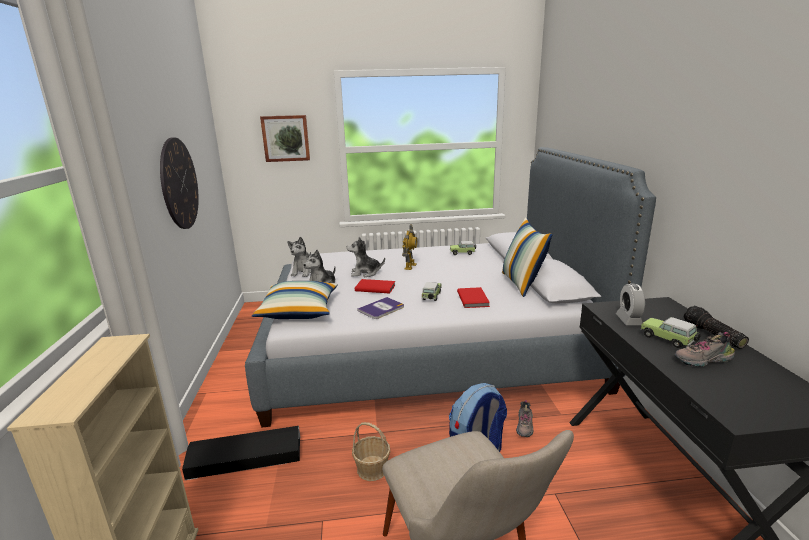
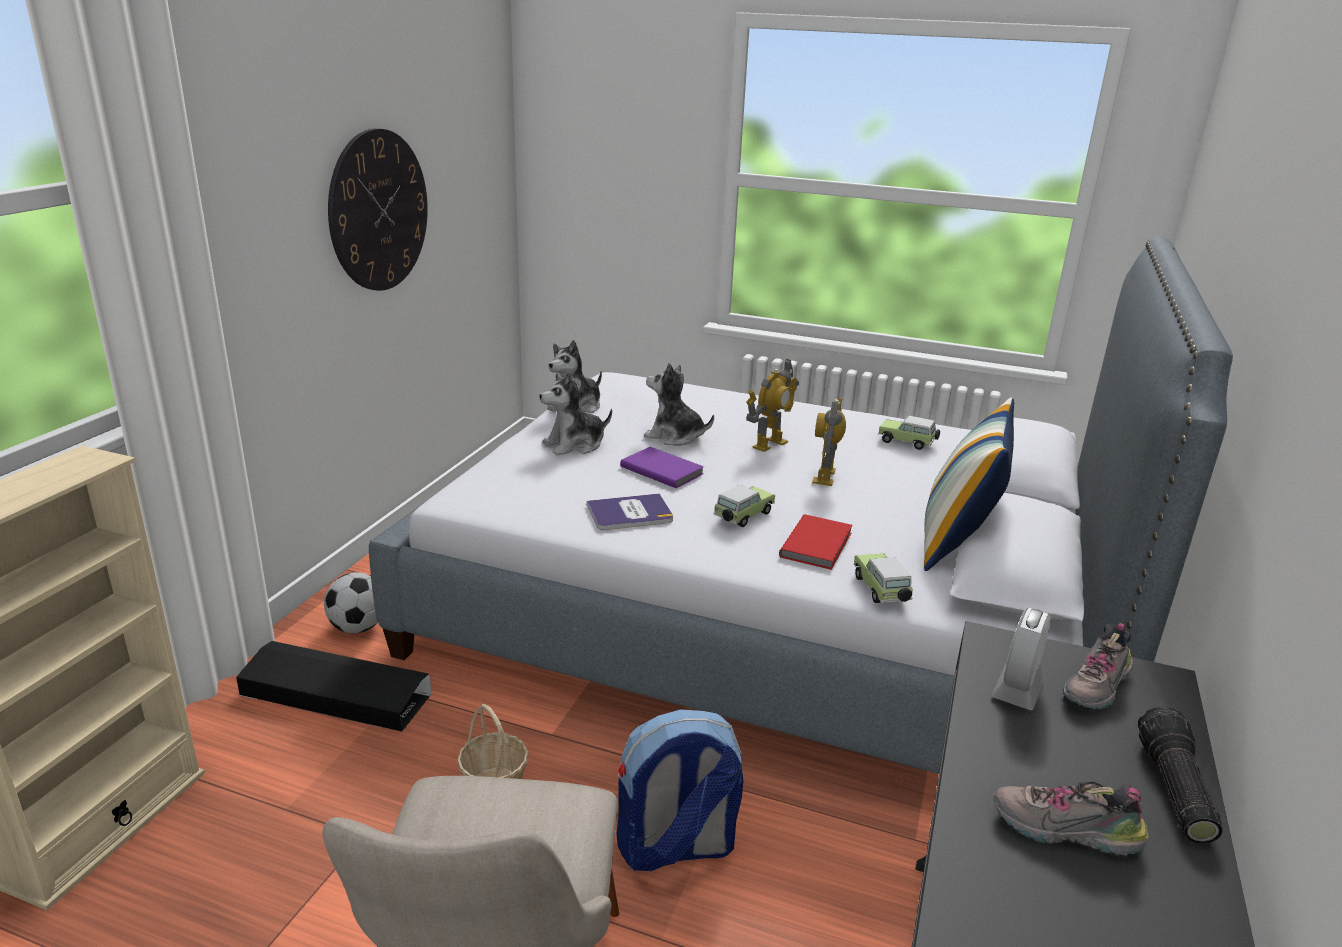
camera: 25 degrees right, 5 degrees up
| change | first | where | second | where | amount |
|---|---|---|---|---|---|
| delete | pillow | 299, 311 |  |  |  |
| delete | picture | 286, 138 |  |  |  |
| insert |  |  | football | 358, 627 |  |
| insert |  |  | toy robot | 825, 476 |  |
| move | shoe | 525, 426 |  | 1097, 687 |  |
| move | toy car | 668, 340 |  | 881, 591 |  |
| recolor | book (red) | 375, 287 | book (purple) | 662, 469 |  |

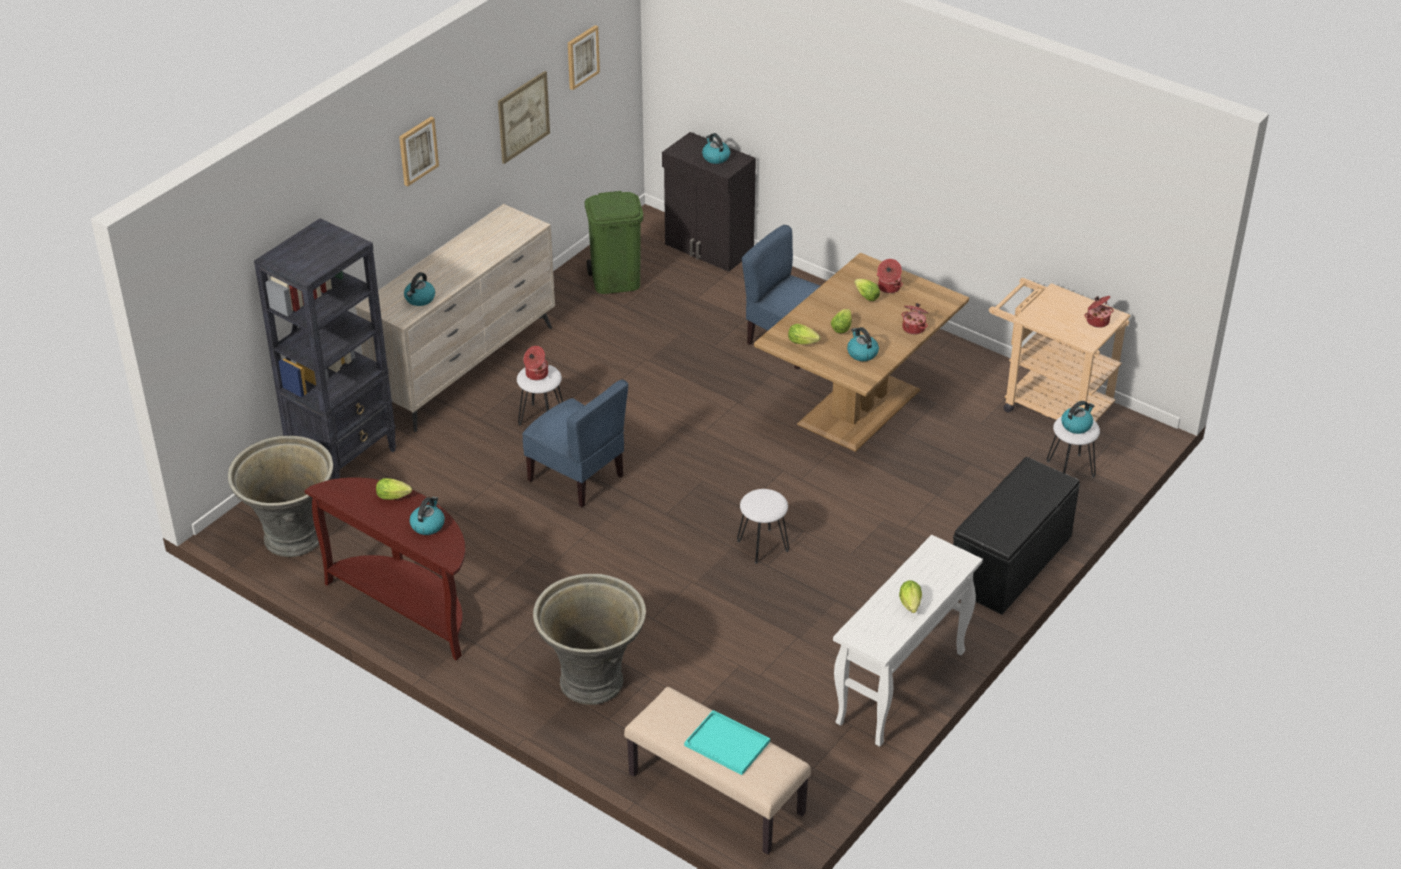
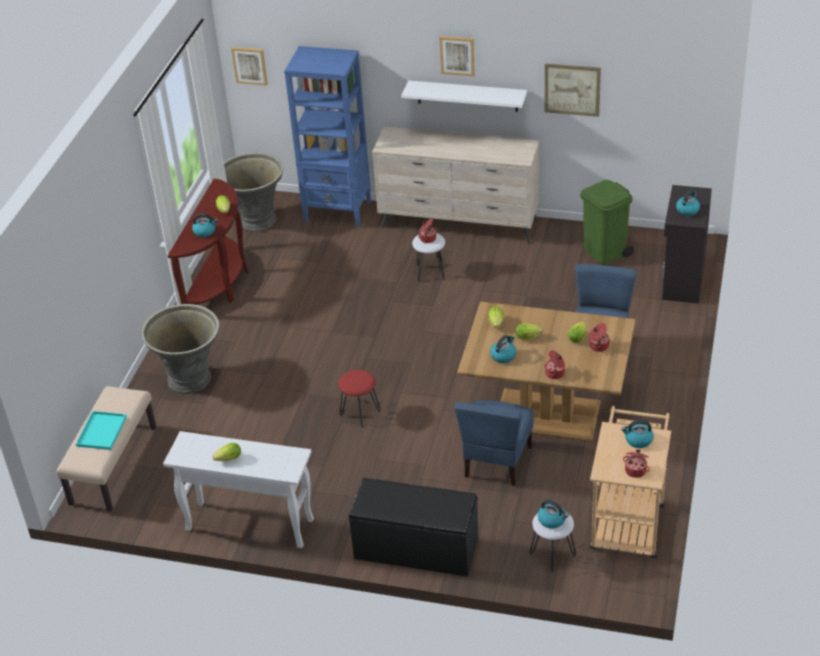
camera: 70 degrees right, 0 degrees up
| change | first | where | second | where | amount |
|---|---|---|---|---|---|
| insert |  |  | shelf (white) | 467, 96 |  |
| move | kettle | 420, 299 |  | 638, 440 |  |
| move | chair (blue) | 577, 477 |  | 496, 462 |  |
| move | picture | 582, 57 |  | 250, 65 |  |
| recolor | bookcase (black) | 344, 459 | bookcase (blue) | 338, 212 |  |
| recolor | stool (white) | 762, 546 | stool (red) | 359, 413 |  |

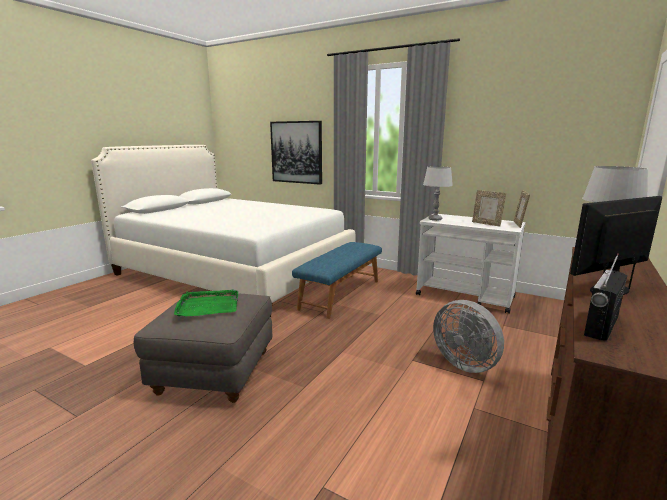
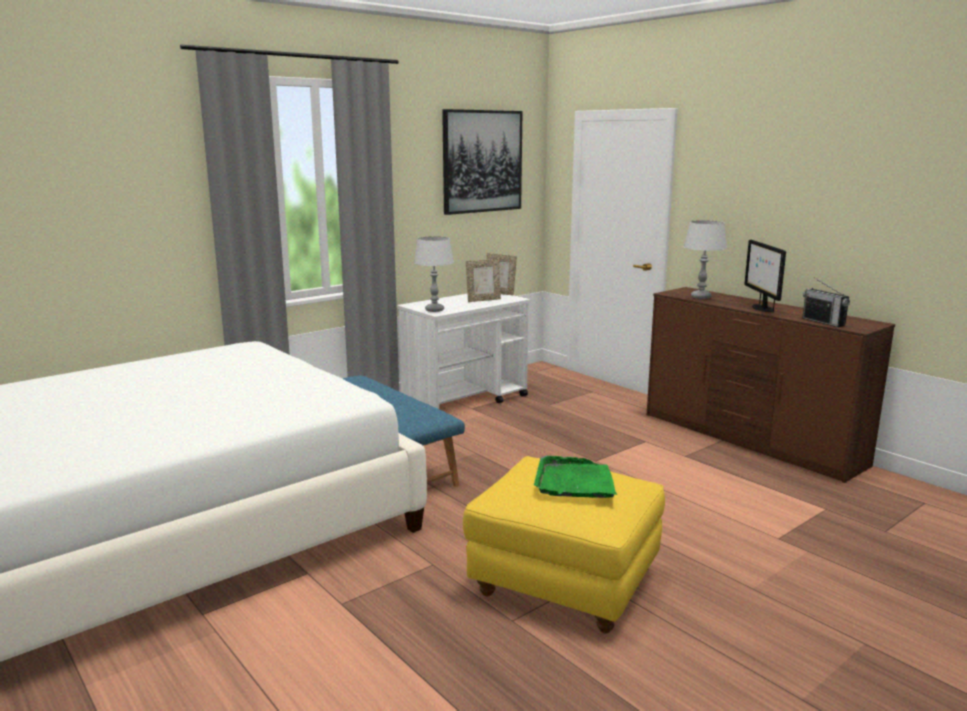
camera: 70 degrees left, 0 degrees up
| change | first | where | second | where | amount |
|---|---|---|---|---|---|
| delete | fan (grey) | 466, 363 |  |  |  |
| move | picture | 296, 152 |  | 482, 161 |  |
| recolor | ottoman (grey) | 214, 372 | ottoman (yellow) | 564, 584 |  |

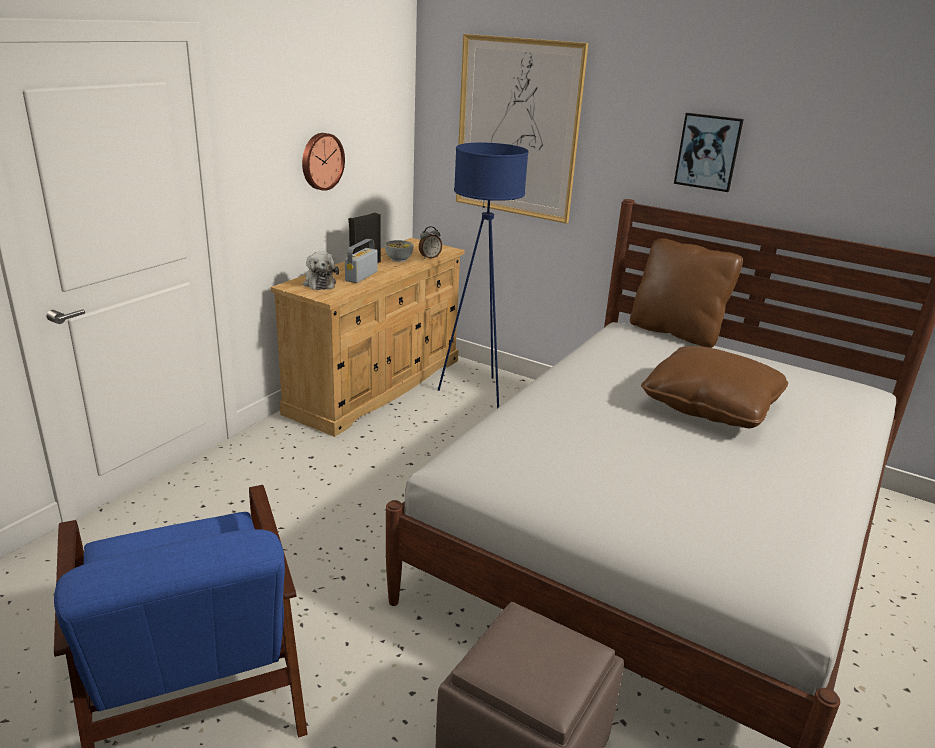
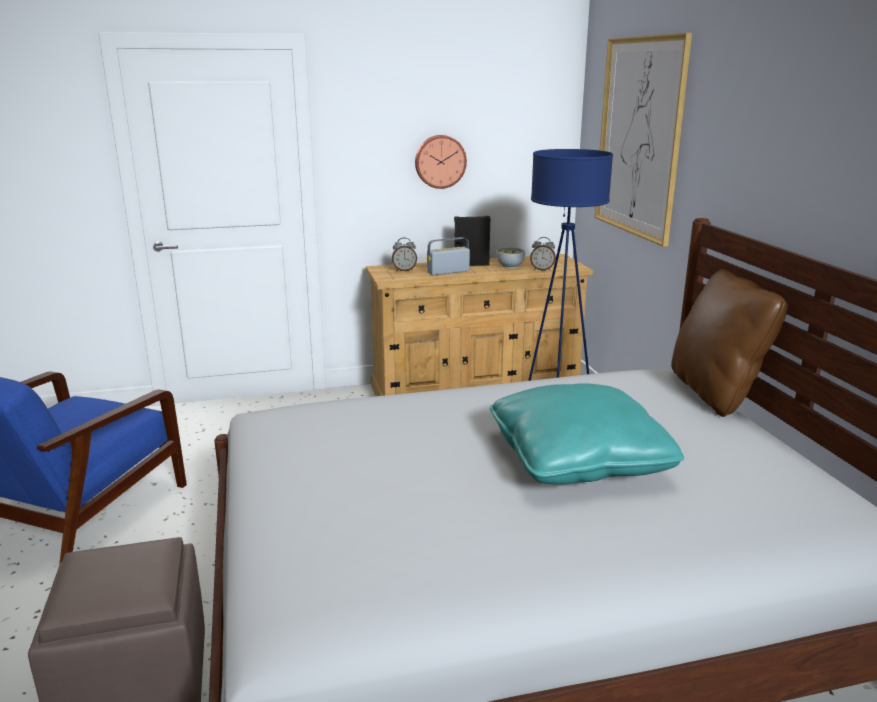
camera: 45 degrees right, 5 degrees down
| change | first | where | second | where | amount |
|---|---|---|---|---|---|
| delete | picture | 708, 152 |  |  |  |
| replace | plush toy | 319, 283 | alarm clock | 404, 270 |  |
| recolor | pillow (brown) | 710, 406 | pillow (turquoise) | 578, 459 |  |

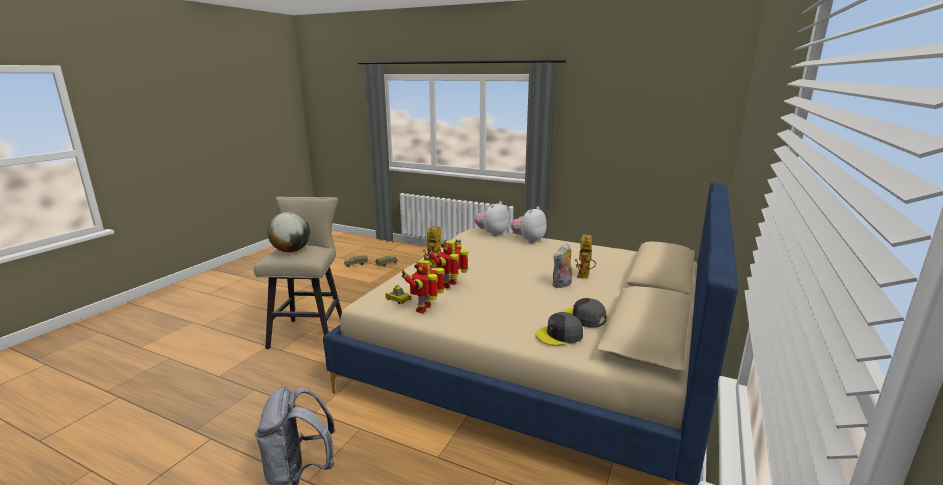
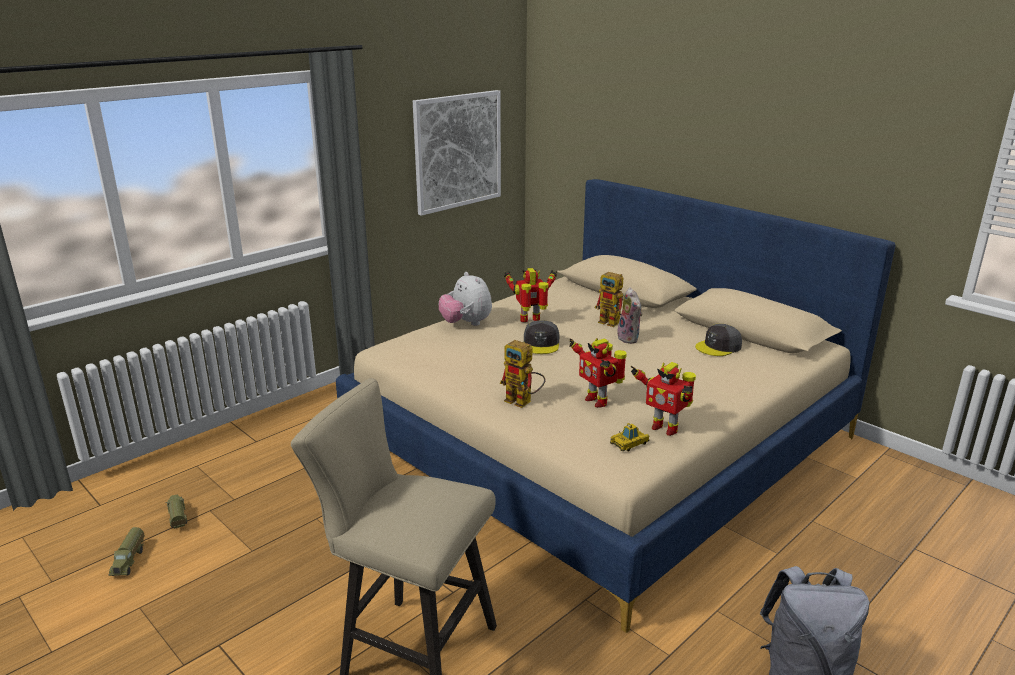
camera: 70 degrees left, 5 degrees up
| change | first | where | second | where | amount |
|---|---|---|---|---|---|
| delete | globe | 291, 251 |  |  |  |
| delete | plush toy | 492, 234 |  |  |  |
| insert |  |  | picture | 458, 151 |  |
| insert |  |  | toy robot | 531, 320 |  |
| move | cap (grey) | 559, 335 |  | 541, 344 |  |

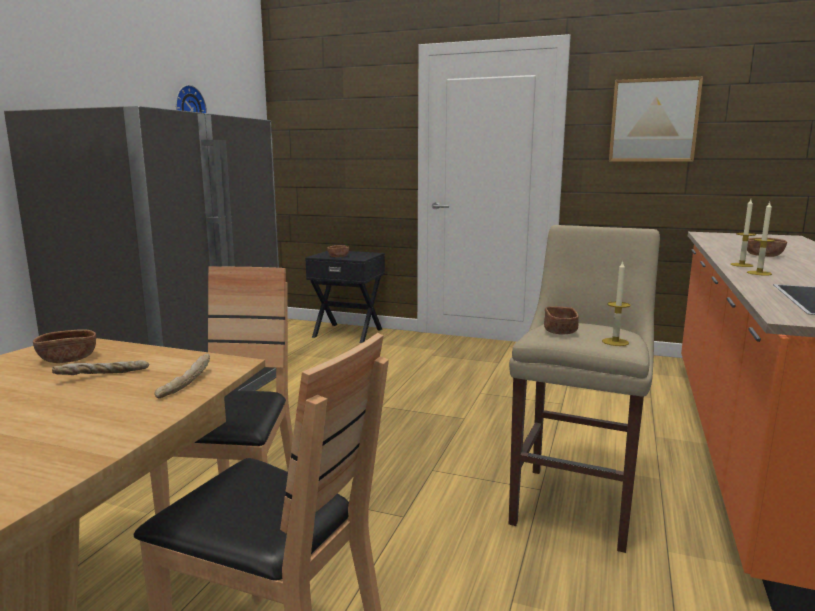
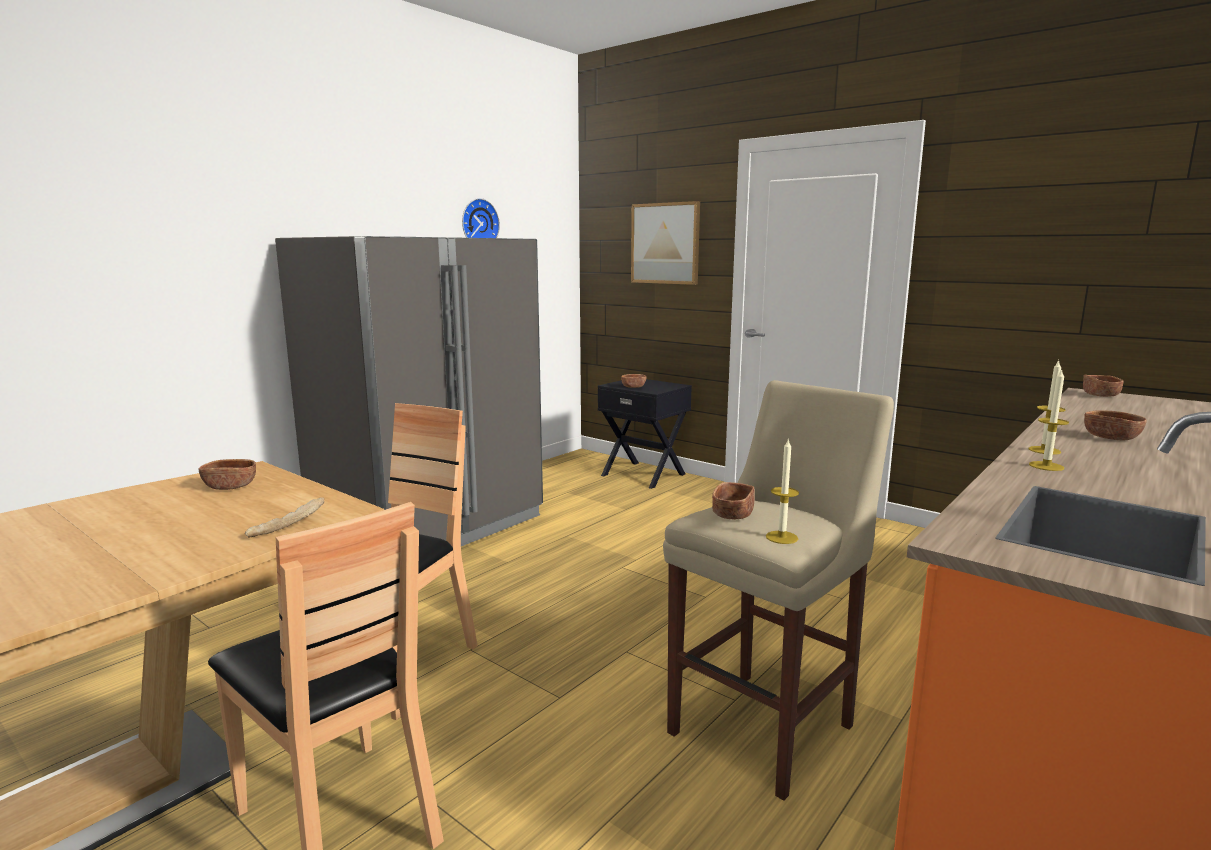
camera: 20 degrees right, 0 degrees up
| change | first | where | second | where | amount |
|---|---|---|---|---|---|
| delete | bread | 103, 376 |  |  |  |
| insert |  |  | bowl (brown) | 1100, 395 |  |
| move | picture | 653, 120 |  | 665, 243 |  |

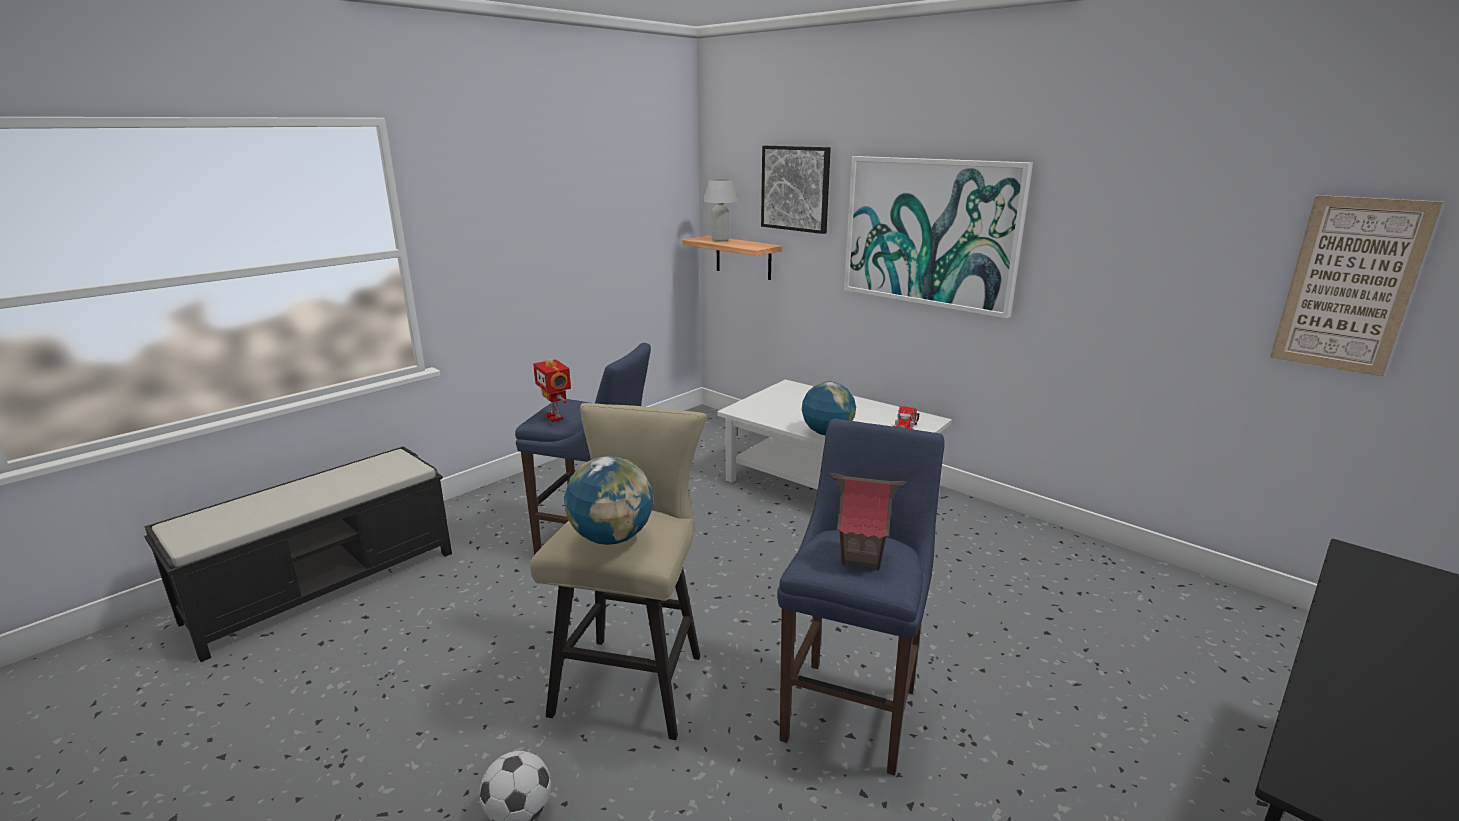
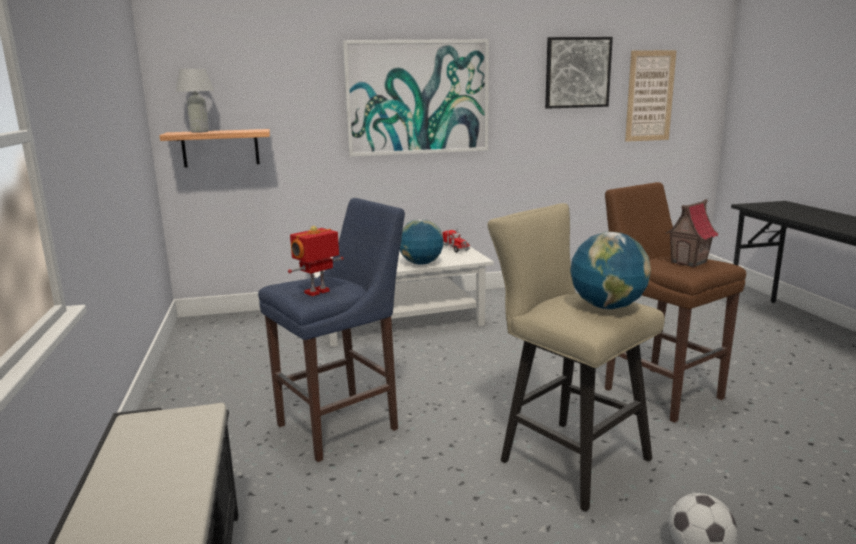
camera: 55 degrees left, 5 degrees down
| change | first | where | second | where | amount |
|---|---|---|---|---|---|
| move | picture | 795, 188 |  | 577, 72 |  |
| recolor | stool (blue) | 852, 708 | stool (brown) | 658, 391 |  |
| rotate | toy robot | 555, 417 |  | 318, 292 | 135 degrees clockwise |

